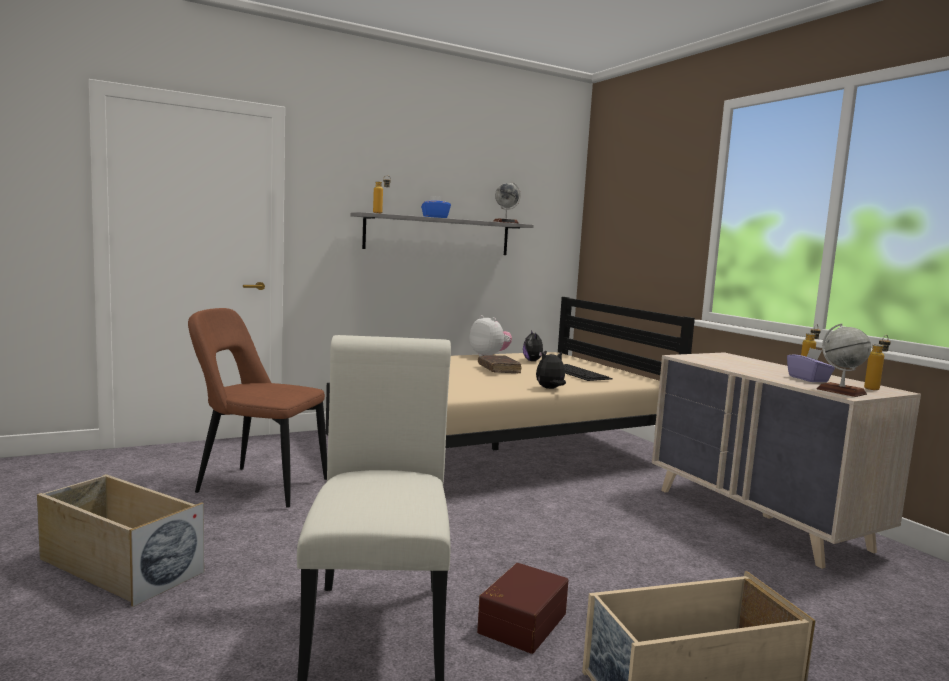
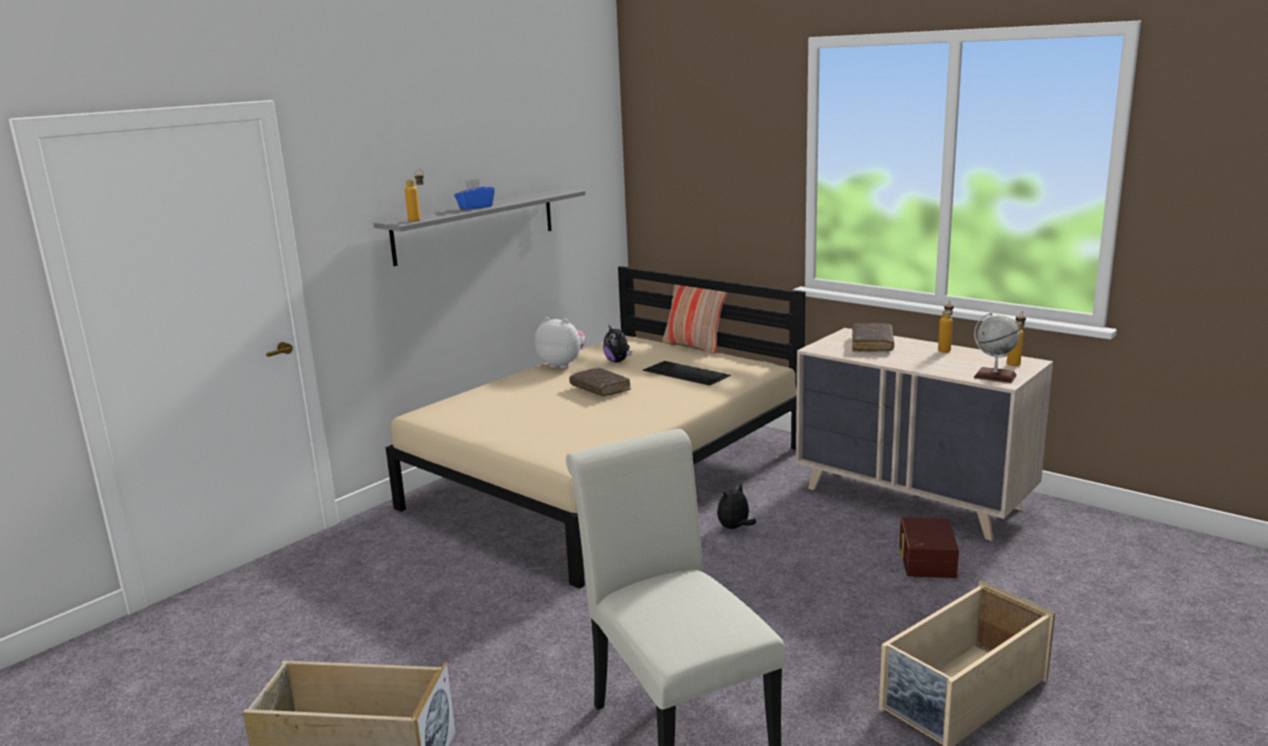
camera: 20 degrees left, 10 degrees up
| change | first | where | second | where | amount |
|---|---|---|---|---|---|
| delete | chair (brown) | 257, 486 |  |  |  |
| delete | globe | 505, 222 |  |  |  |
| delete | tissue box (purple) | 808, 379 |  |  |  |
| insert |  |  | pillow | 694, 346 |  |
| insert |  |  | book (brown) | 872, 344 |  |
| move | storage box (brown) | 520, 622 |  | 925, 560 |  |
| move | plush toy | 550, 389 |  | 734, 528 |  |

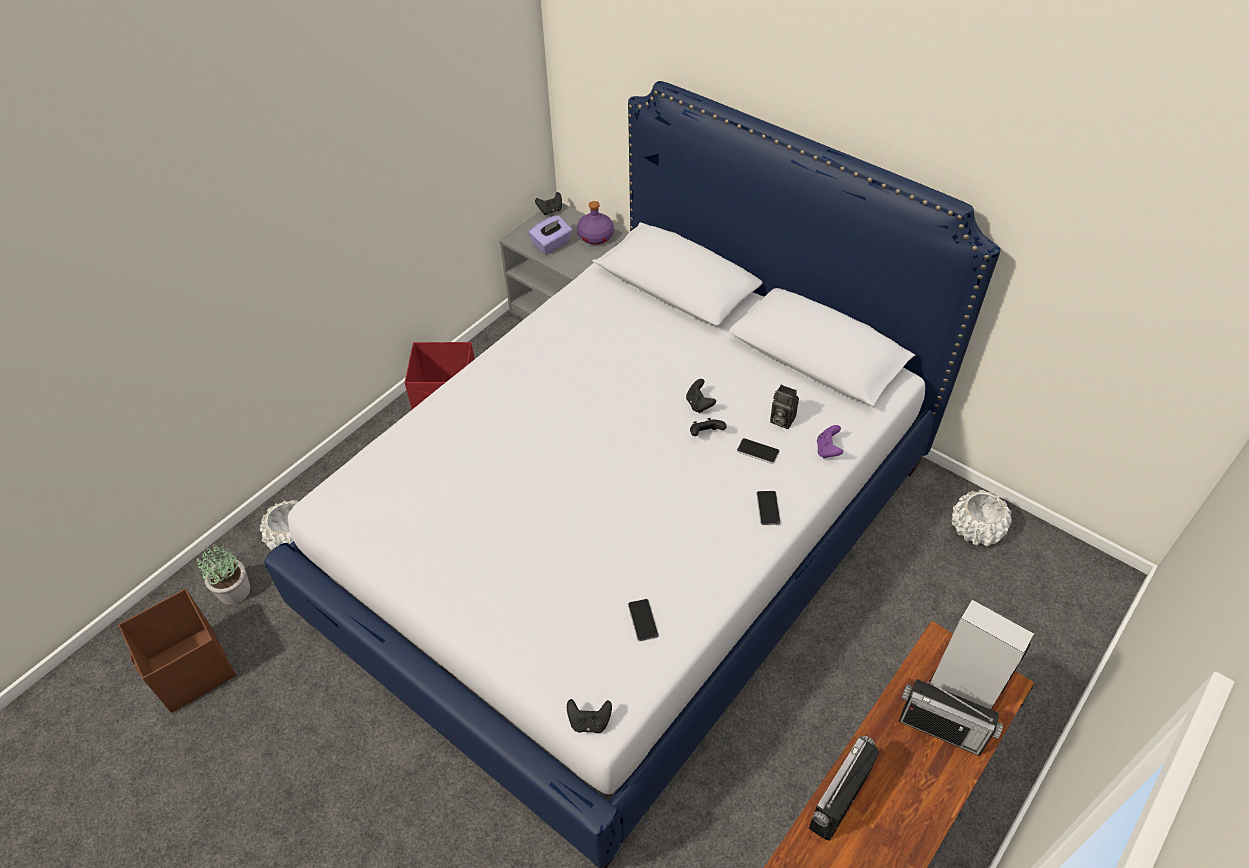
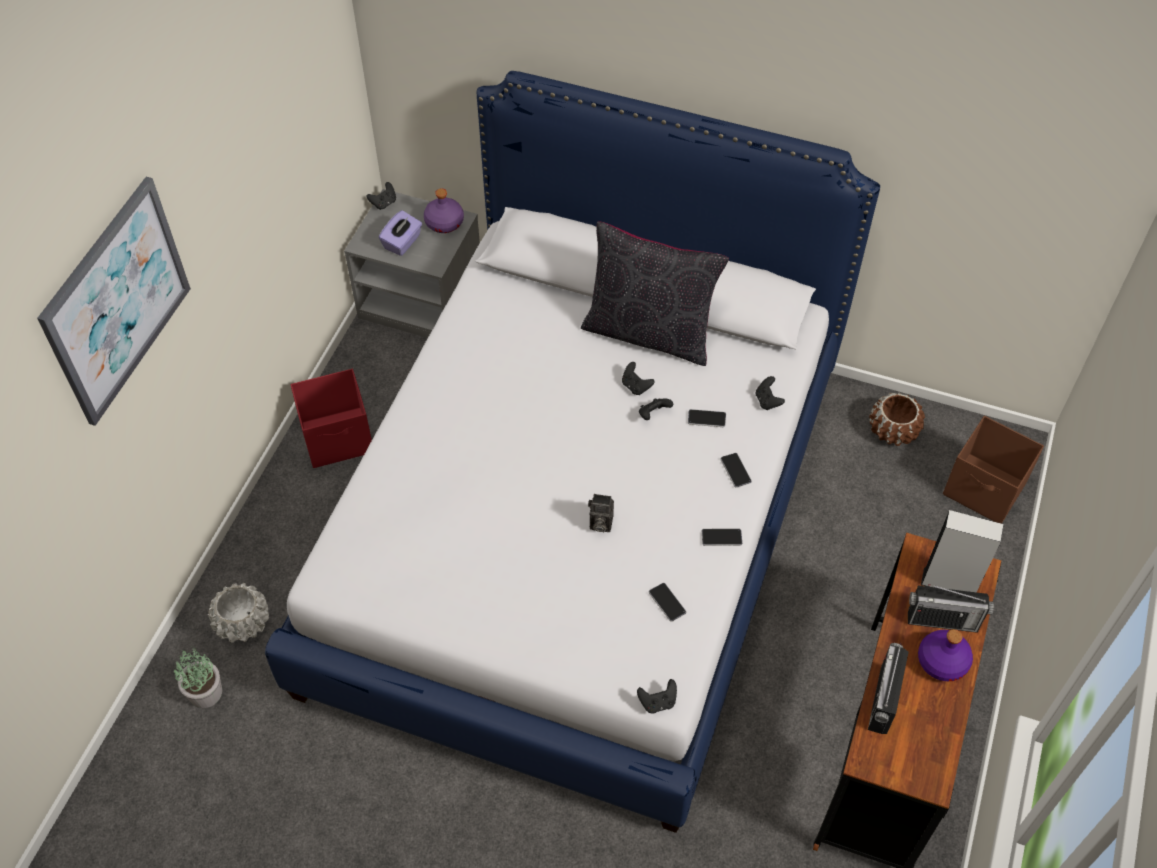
camera: 20 degrees left, 5 degrees up
| change | first | where | second | where | amount |
|---|---|---|---|---|---|
| insert |  |  | picture | 117, 301 |  |
| insert |  |  | pillow (black) | 649, 332 |  |
| insert |  |  | phone | 721, 538 |  |
| insert |  |  | bottle (purple) | 942, 661 |  |
| move | storage box (brown) | 191, 670 |  | 984, 490 |  |
| move | photo camera | 780, 420 |  | 599, 523 |  |
| recolor | game controller (purple) | 827, 450 | game controller (black) | 767, 401 |  |
| recolor | planter (white) | 976, 530 | planter (brown) | 893, 430 |  |

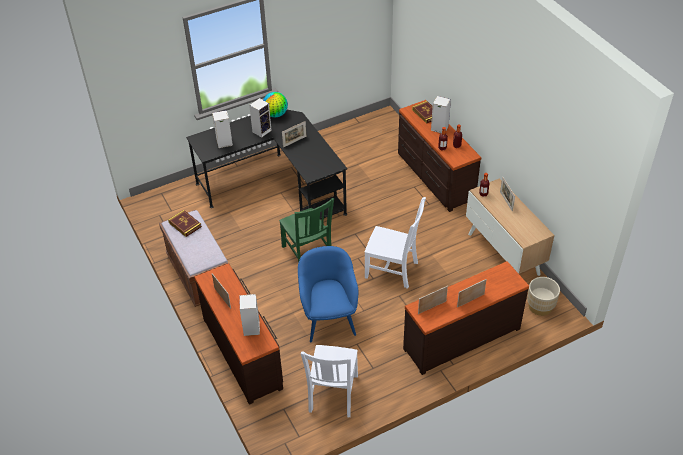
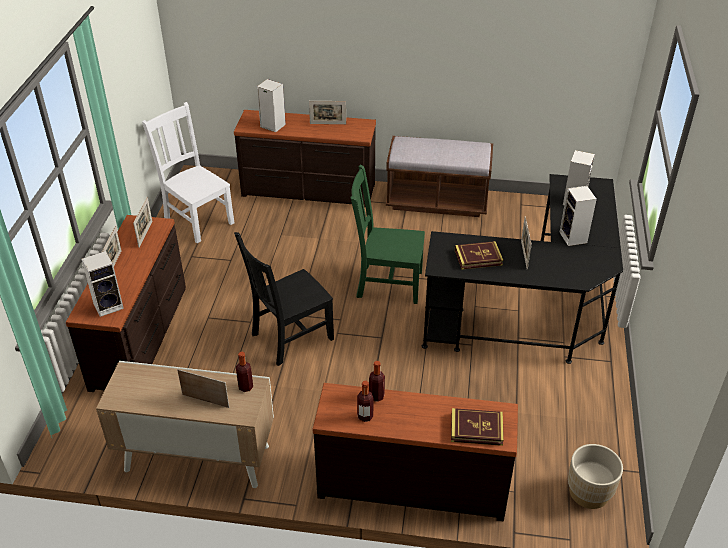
camera: 125 degrees right, 5 degrees down
| change | first | where | second | where | amount |
|---|---|---|---|---|---|
| delete | globe | 276, 114 |  |  |  |
| delete | armchair (blue) | 329, 319 |  |  |  |
| move | book | 185, 224 |  | 478, 257 |  |
| move | speaker | 438, 128 |  | 109, 305 |  |
| move | planter (beige) | 540, 306 |  | 589, 492 |  |
| recolor | chair (white) | 393, 270 | chair (black) | 289, 337 |  |

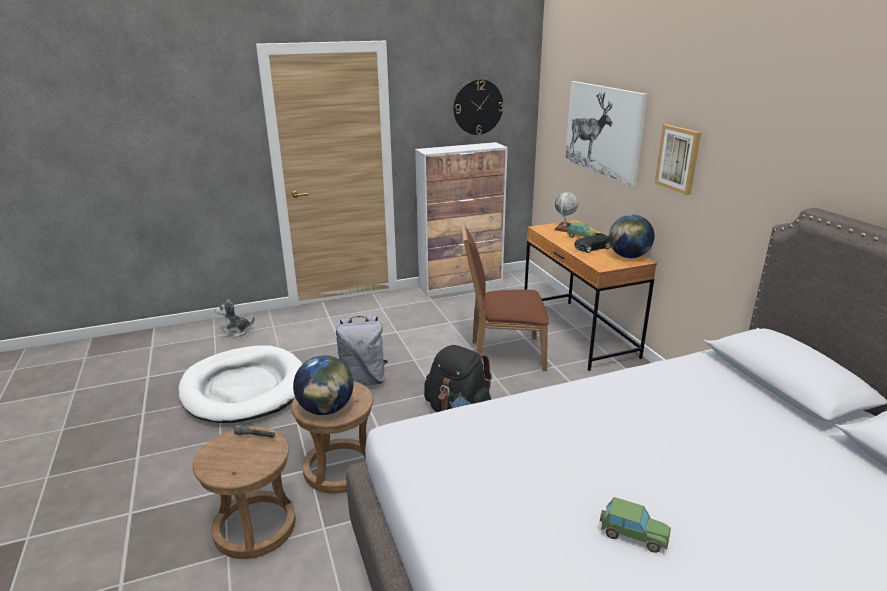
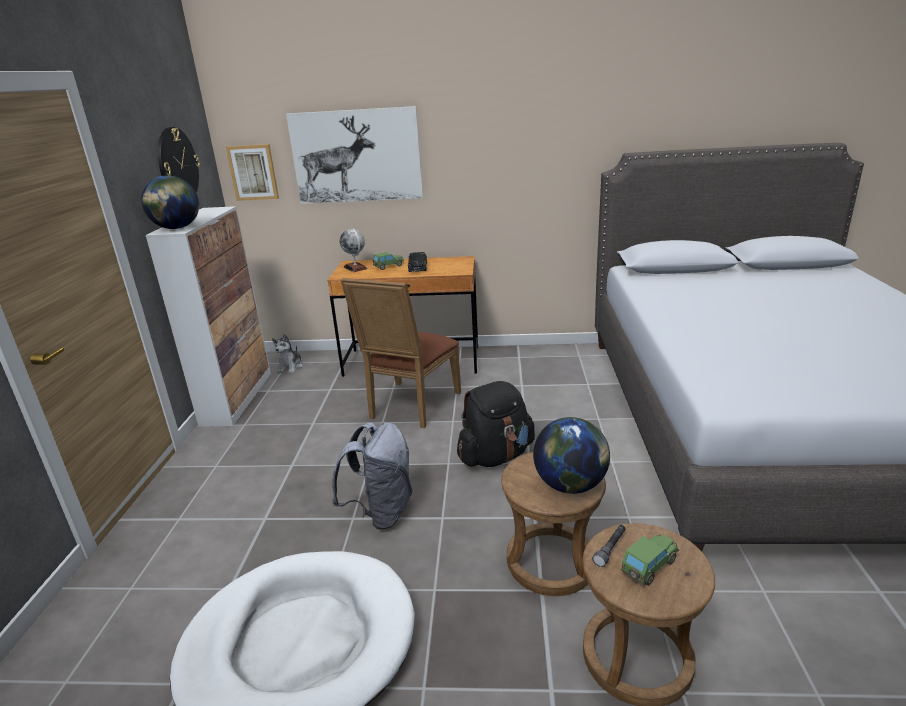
camera: 65 degrees left, 0 degrees up
| change | first | where | second | where | amount |
|---|---|---|---|---|---|
| move | plush toy | 236, 332 |  | 291, 367 |  |
| move | toy car | 633, 535 |  | 648, 567 |  |
| move | globe | 628, 256 |  | 177, 228 |  |
| move | picture | 678, 159 |  | 253, 172 |  |

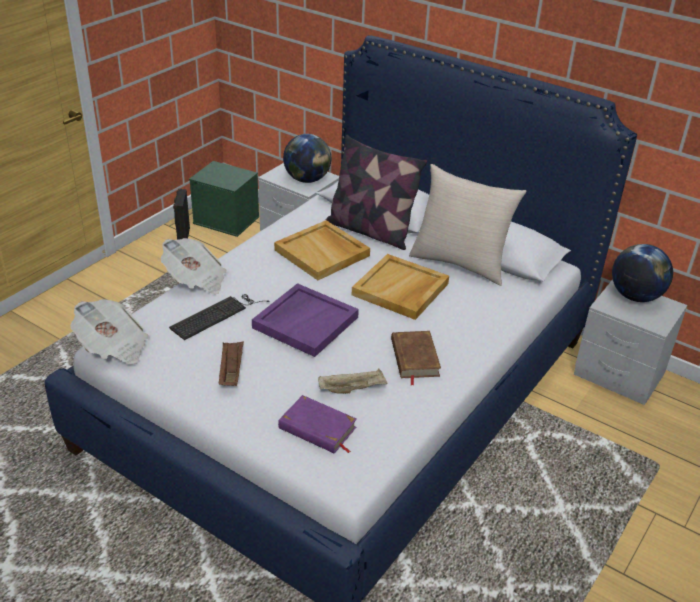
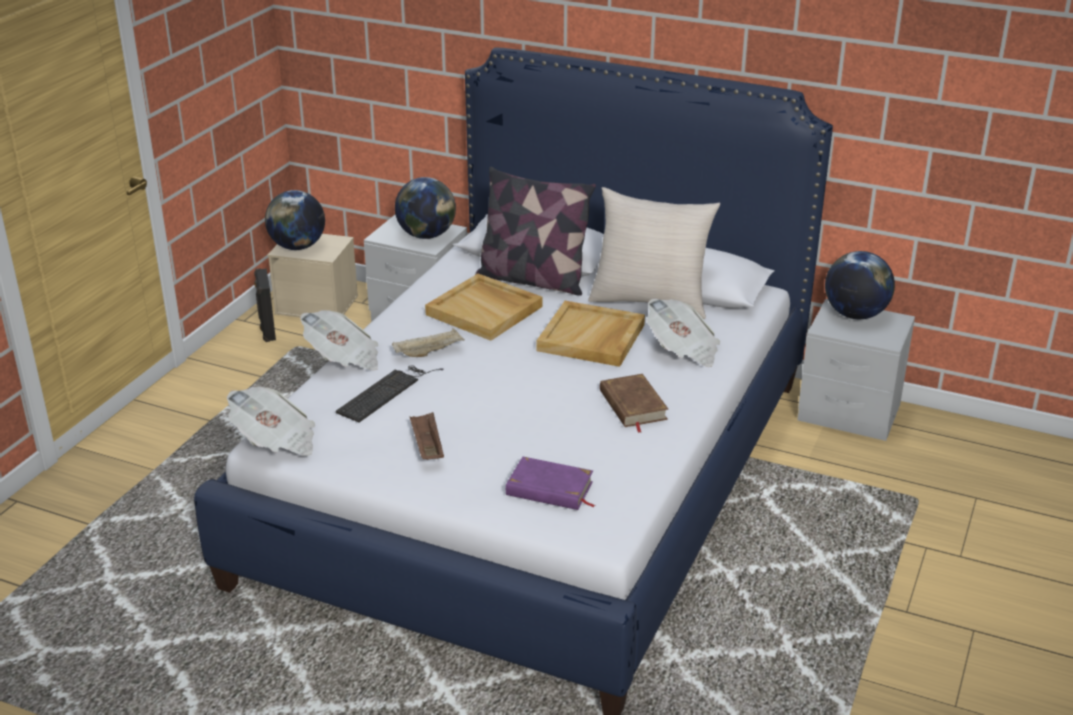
camera: 10 degrees left, 5 degrees down
| change | first | where | second | where | amount |
|---|---|---|---|---|---|
| delete | tray (purple) | 305, 322 |  |  |  |
| insert |  |  | globe | 297, 247 |  |
| insert |  |  | newspaper | 683, 350 |  |
| move | tray (beige) | 352, 389 |  | 429, 352 |  |
| recolor | storage box (green) | 227, 220 | storage box (beige) | 318, 304 |  |

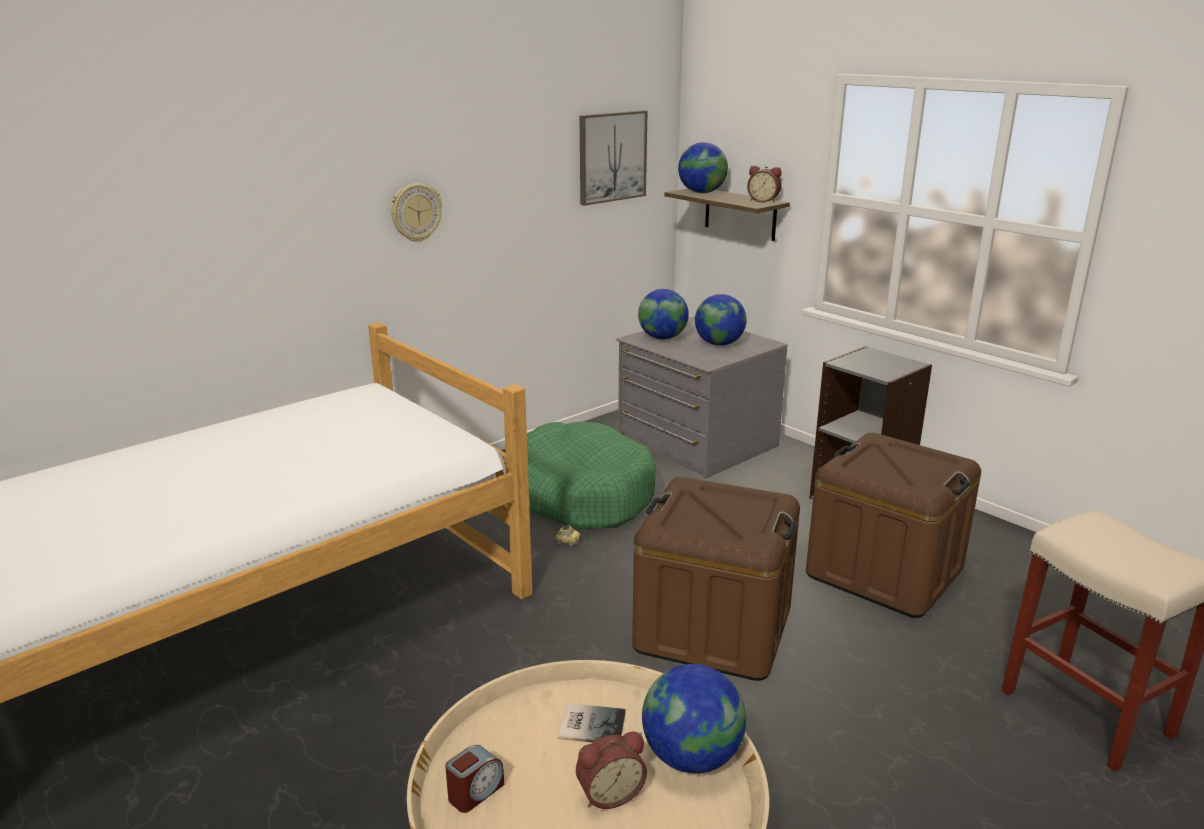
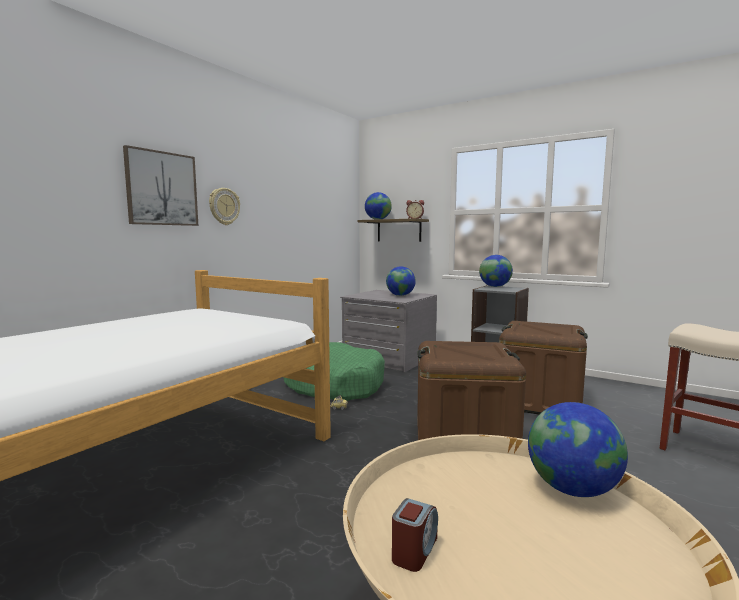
camera: 15 degrees left, 15 degrees down
| change | first | where | second | where | amount |
|---|---|---|---|---|---|
| delete | book | 591, 724 |  |  |  |
| delete | alarm clock | 609, 793 |  |  |  |
| move | picture | 612, 157 |  | 162, 188 |  |
| move | globe | 662, 338 |  | 495, 286 |  |

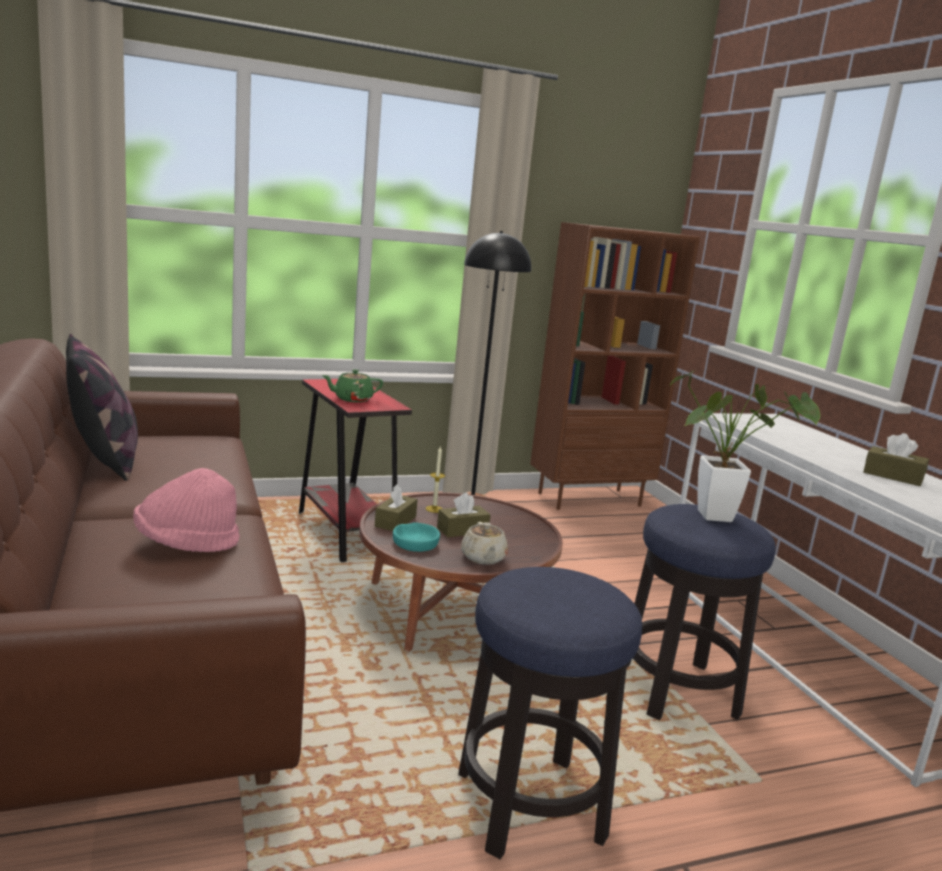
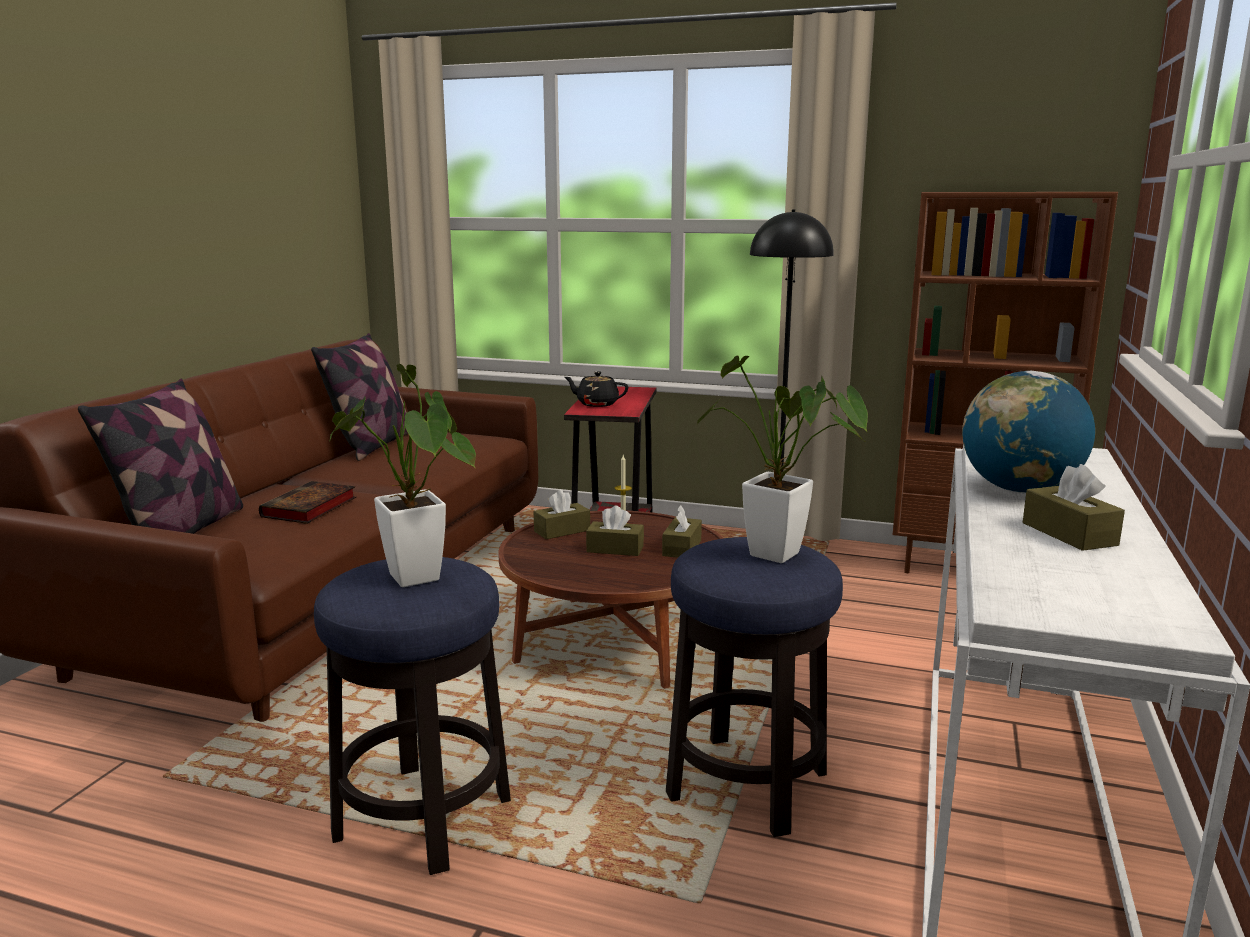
camera: 40 degrees right, 0 degrees up
| change | first | where | second | where | amount |
|---|---|---|---|---|---|
| delete | bowl (turquoise) | 415, 543 |  |  |  |
| delete | teapot (beige) | 483, 558 |  |  |  |
| insert |  |  | pillow | 182, 531 |  |
| insert |  |  | potted plant | 417, 582 |  |
| insert |  |  | tissue box (brown) | 682, 548 |  |
| insert |  |  | globe | 1020, 490 |  |
| replace | hat (pink) | 186, 544 | book | 309, 508 |  |
| recolor | teapot (green) | 352, 399 | teapot (black) | 596, 404 |  |

